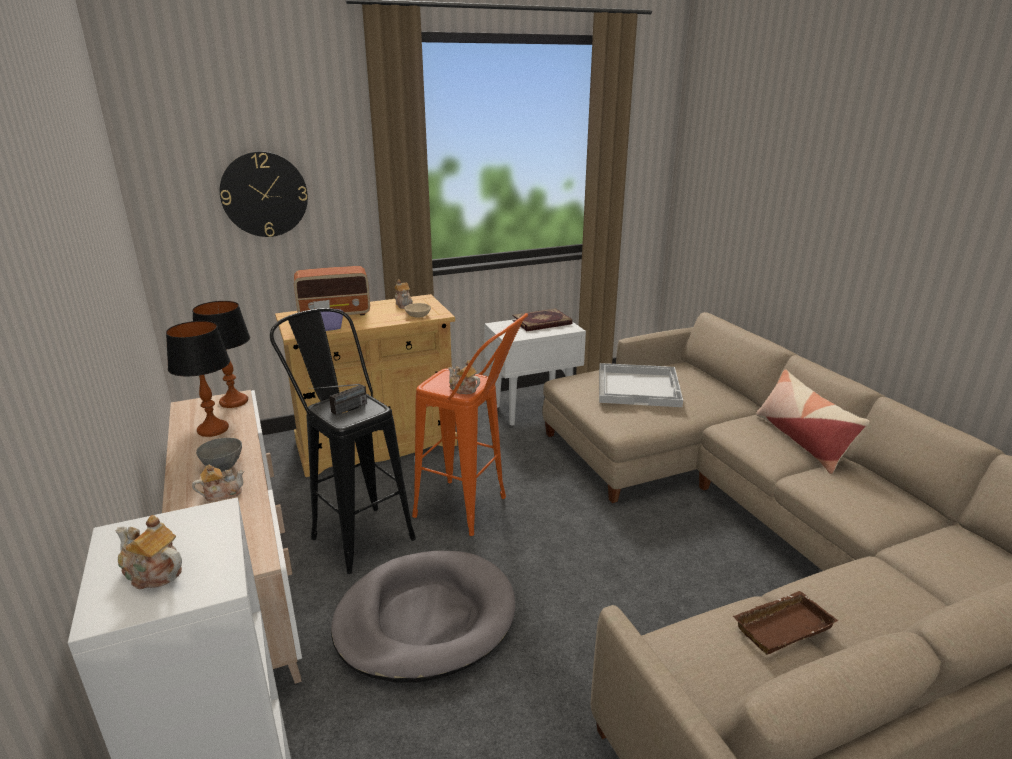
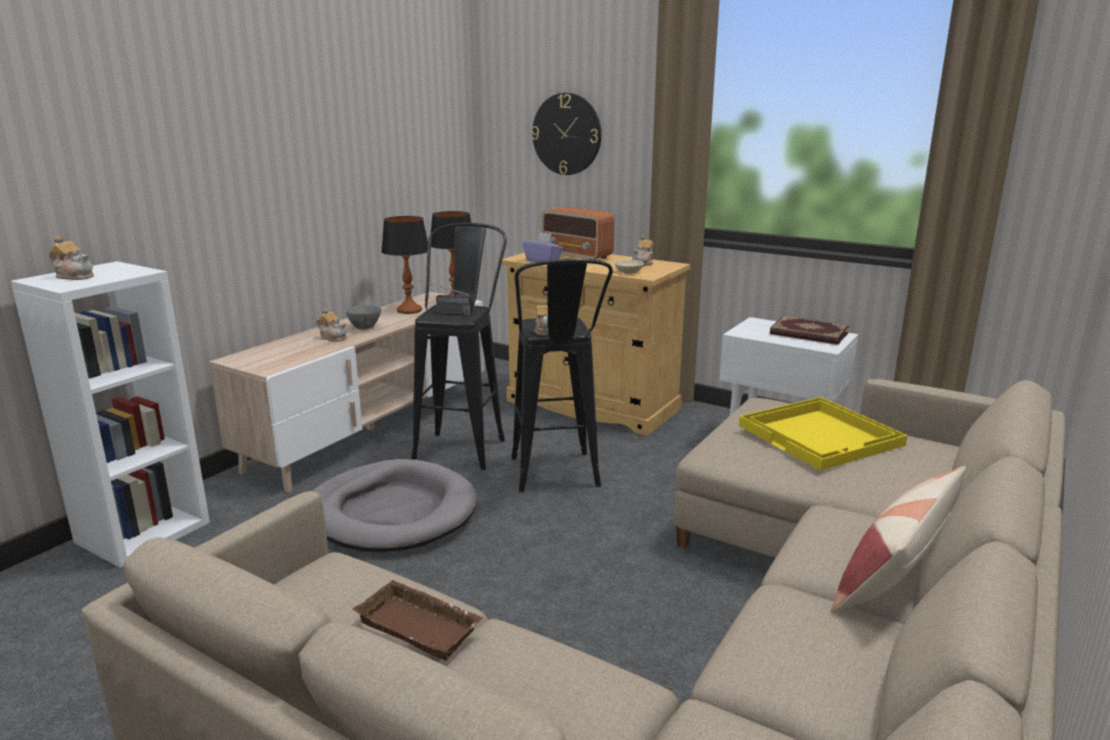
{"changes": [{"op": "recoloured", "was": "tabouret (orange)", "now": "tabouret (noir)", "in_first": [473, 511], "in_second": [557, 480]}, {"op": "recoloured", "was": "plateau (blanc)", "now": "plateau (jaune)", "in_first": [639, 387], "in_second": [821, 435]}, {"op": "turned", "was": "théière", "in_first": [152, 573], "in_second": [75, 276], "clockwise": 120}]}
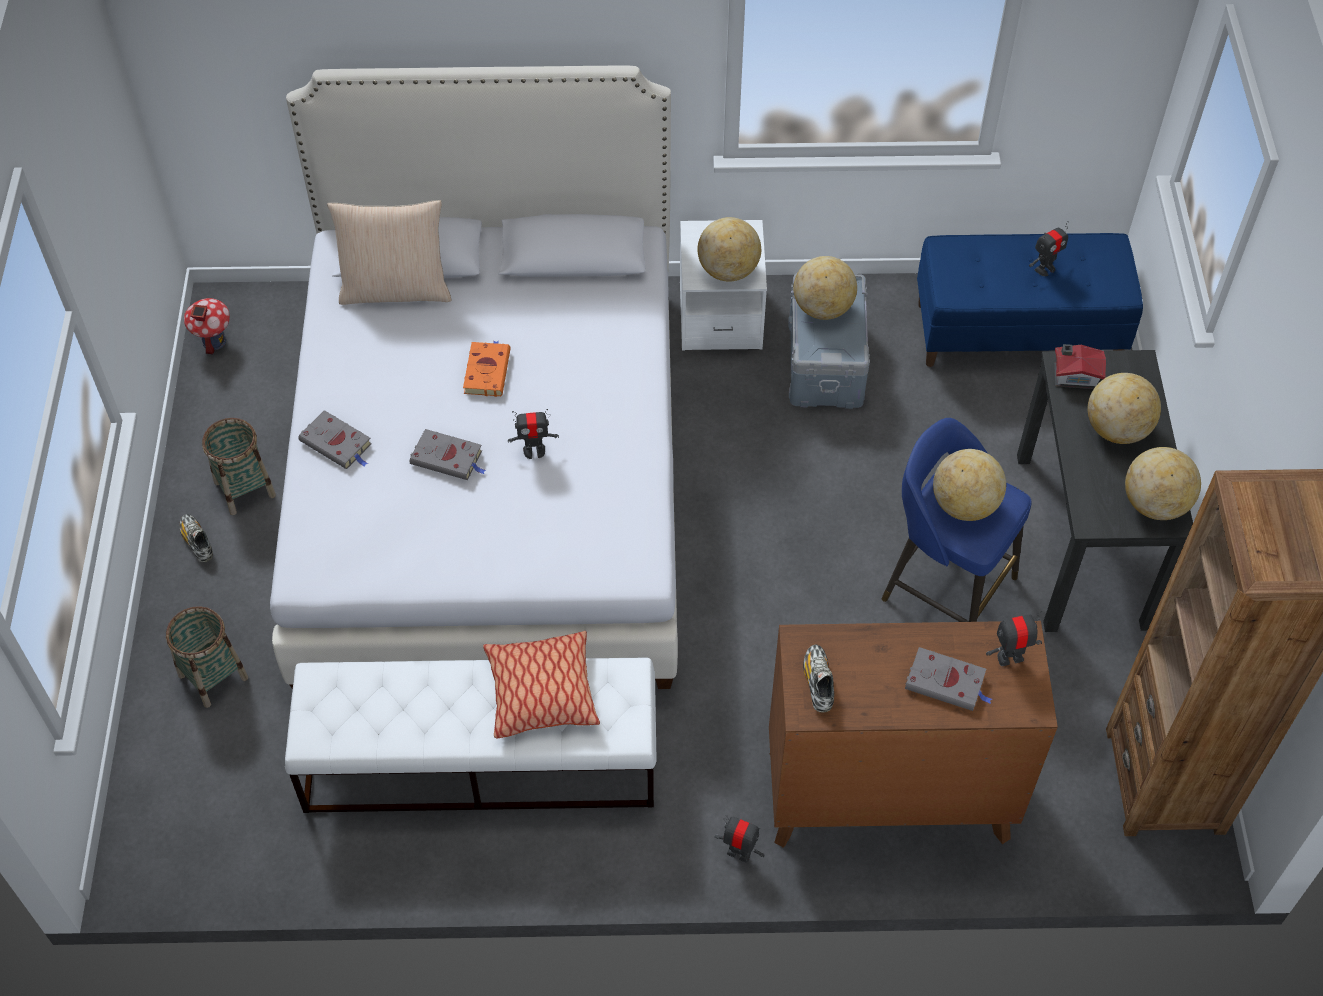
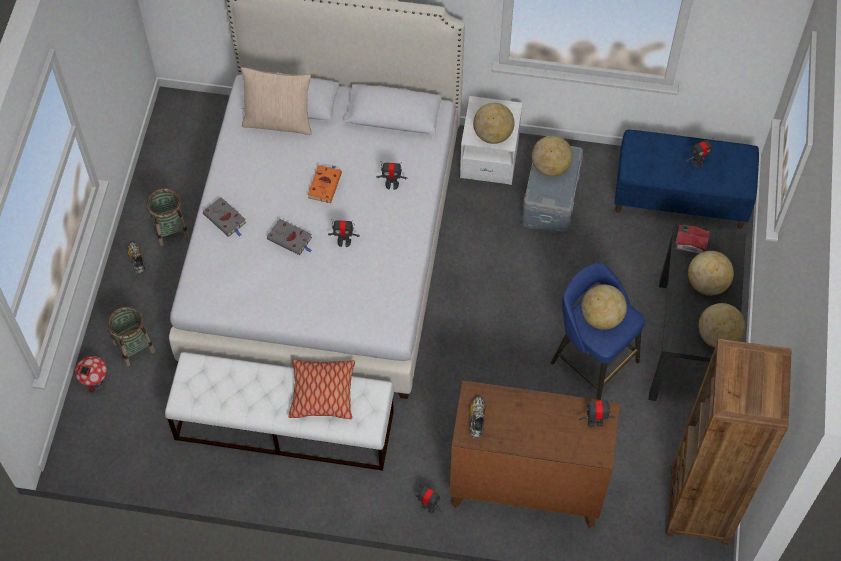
{"changes": [{"op": "moved", "was": "maison miniature", "in_first": [214, 341], "in_second": [95, 382]}, {"op": "removed", "was": "livre (gris)", "in_first": [947, 683]}, {"op": "added", "now": "robot jouet", "in_second": [392, 184]}]}
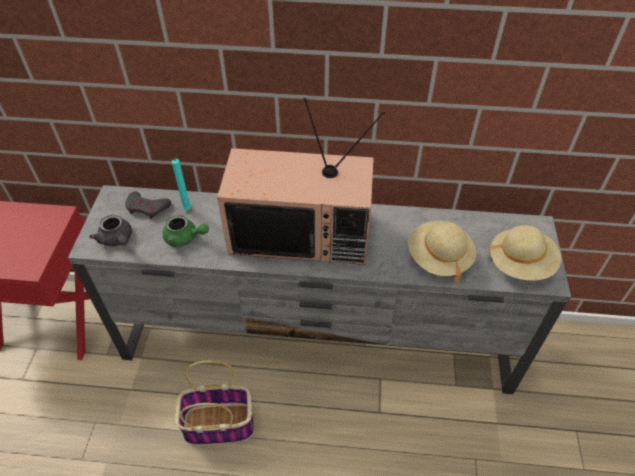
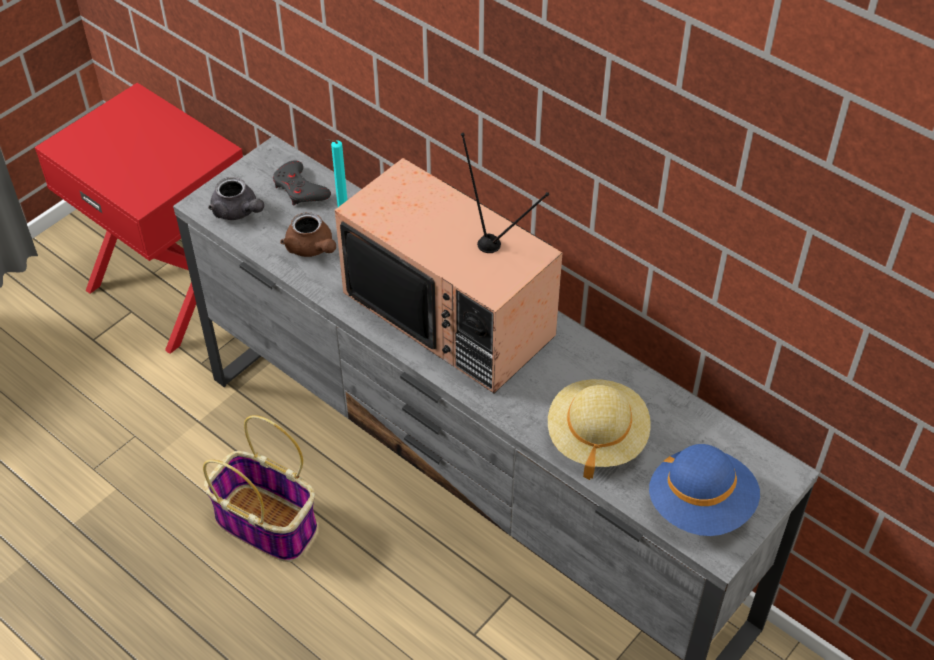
{"changes": [{"op": "turned", "was": "théière (gris)", "in_first": [117, 240], "in_second": [238, 212], "clockwise": -45}, {"op": "recoloured", "was": "théière (vert)", "now": "théière (marron)", "in_first": [185, 238], "in_second": [312, 248]}, {"op": "recoloured", "was": "chapeau (beige)", "now": "chapeau (bleu)", "in_first": [520, 264], "in_second": [700, 505]}]}
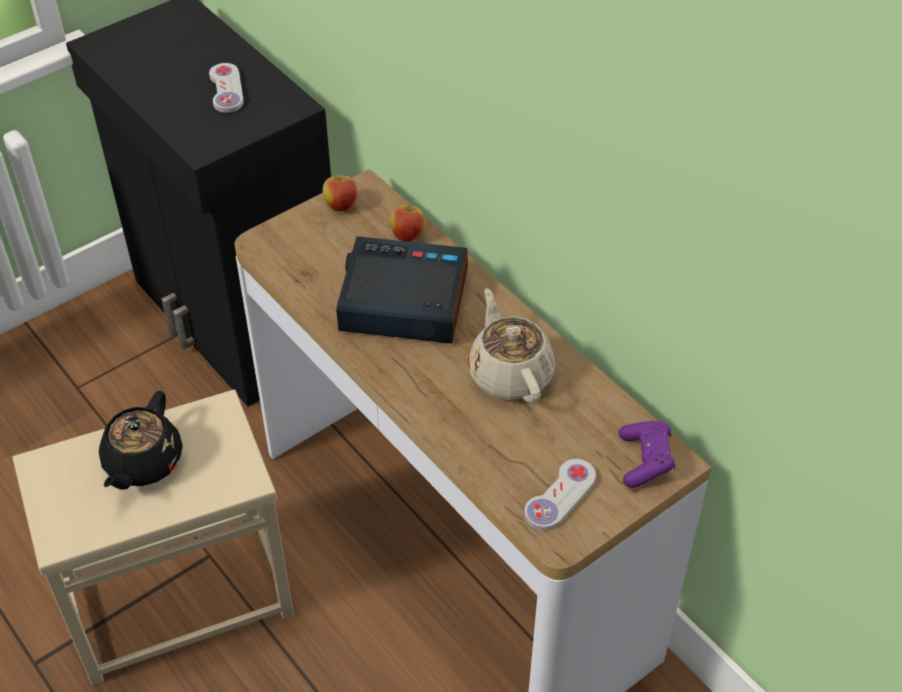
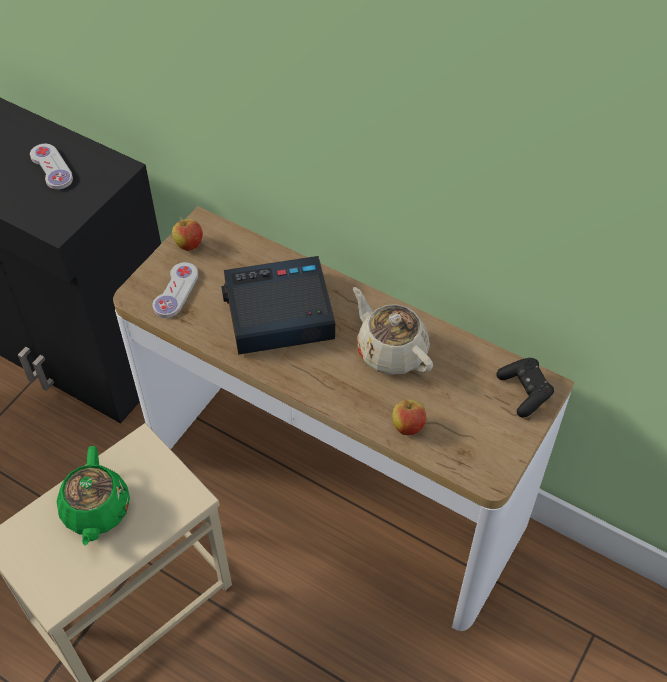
{"changes": [{"op": "moved", "was": "pomme", "in_first": [408, 236], "in_second": [408, 426]}, {"op": "recoloured", "was": "théière (noir)", "now": "théière (vert)", "in_first": [143, 463], "in_second": [96, 511]}, {"op": "recoloured", "was": "manette (violet)", "now": "manette (noir)", "in_first": [645, 461], "in_second": [524, 392]}, {"op": "moved", "was": "manette (blanc)", "in_first": [560, 496], "in_second": [176, 291]}]}
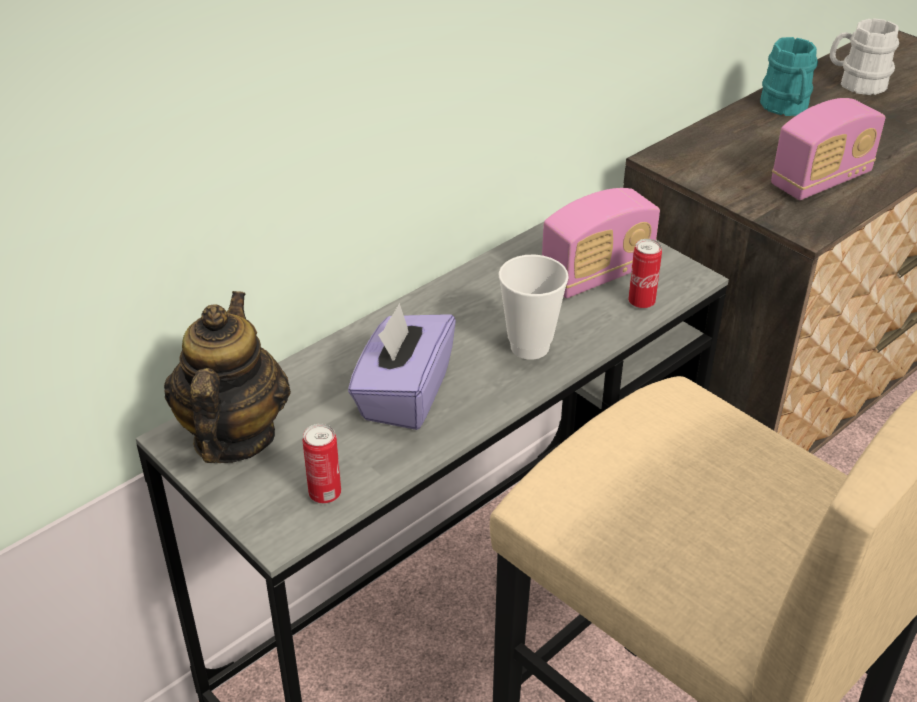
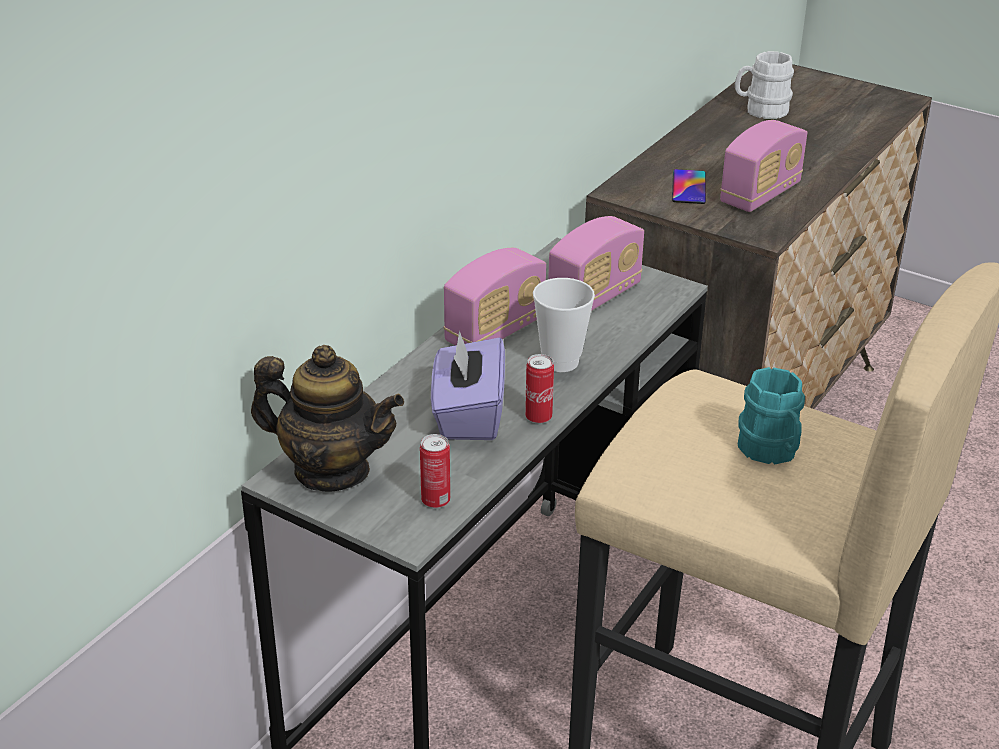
{"changes": [{"op": "moved", "was": "mug (turquoise)", "in_first": [786, 108], "in_second": [771, 452]}, {"op": "moved", "was": "boîte métallique", "in_first": [641, 302], "in_second": [538, 417]}, {"op": "turned", "was": "théière", "in_first": [233, 437], "in_second": [331, 470], "clockwise": 120}, {"op": "added", "now": "téléphone", "in_second": [689, 187]}, {"op": "added", "now": "radio", "in_second": [495, 331]}]}
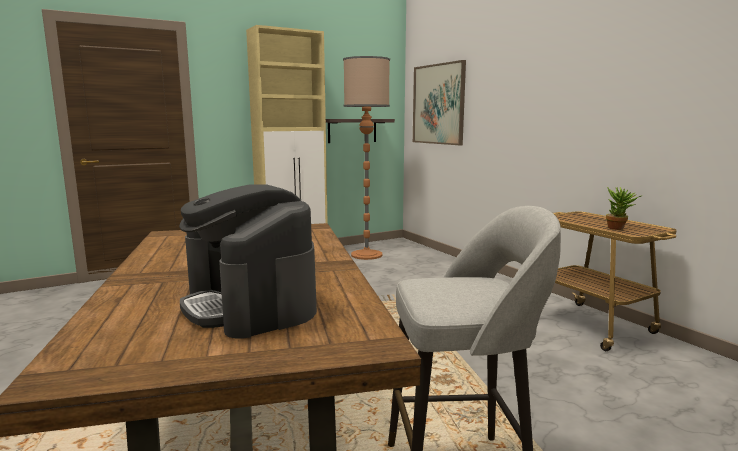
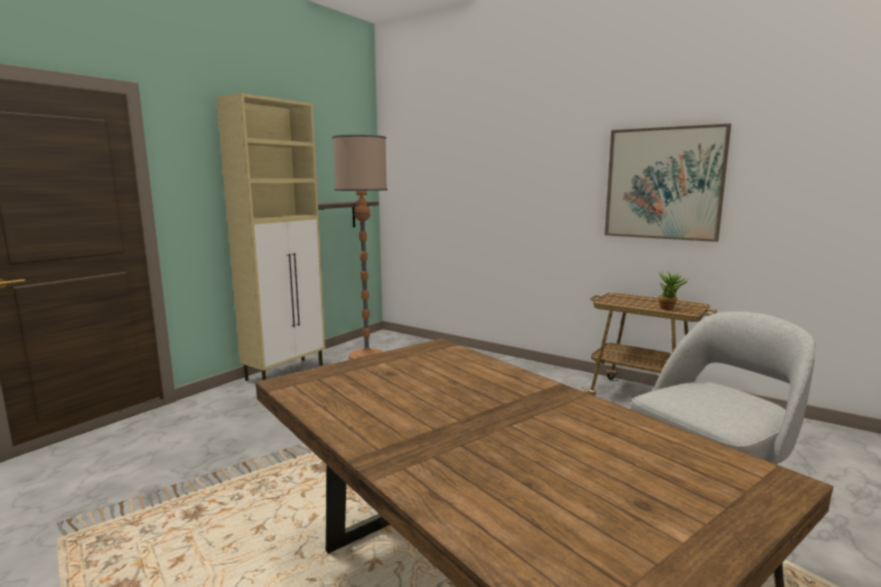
{"changes": [{"op": "moved", "was": "tableau", "in_first": [438, 104], "in_second": [663, 183]}, {"op": "removed", "was": "machine à café", "in_first": [250, 305]}]}
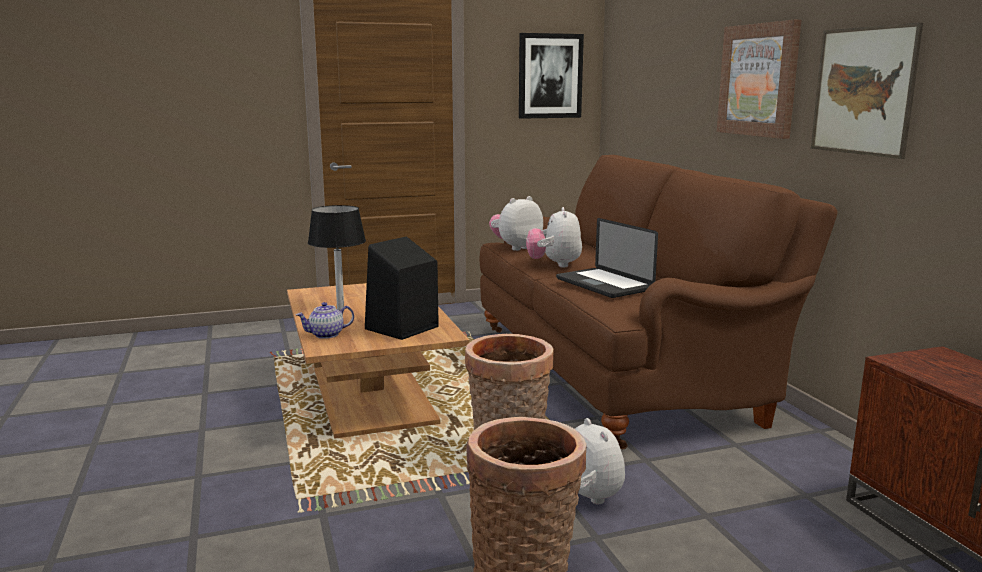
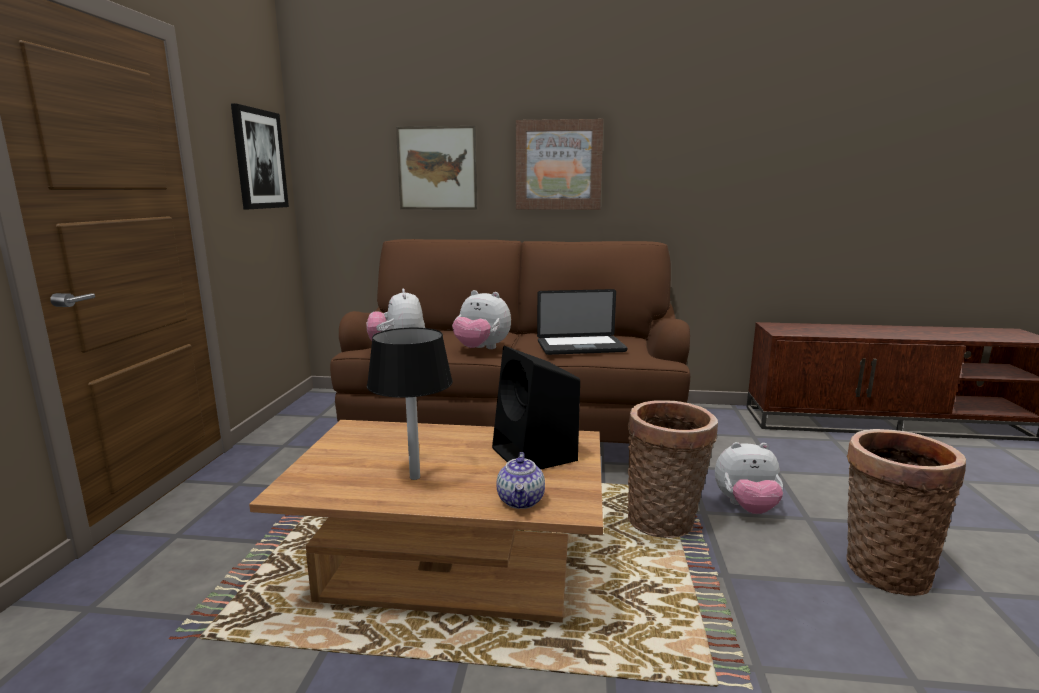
{"changes": [{"op": "moved", "was": "tableau", "in_first": [863, 91], "in_second": [437, 168]}]}
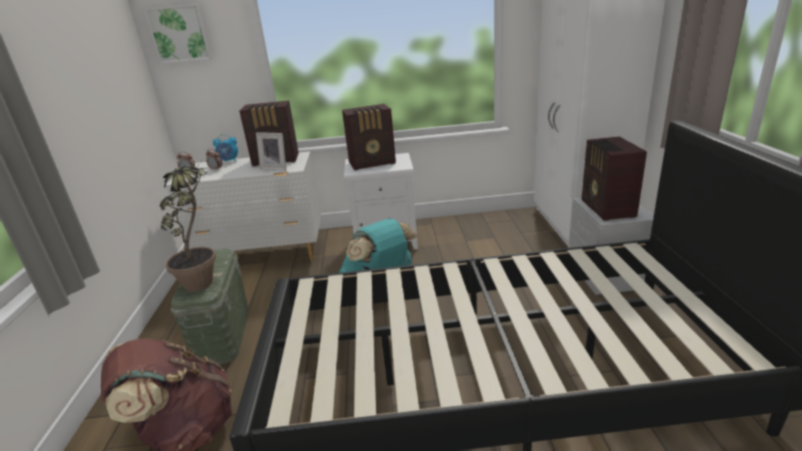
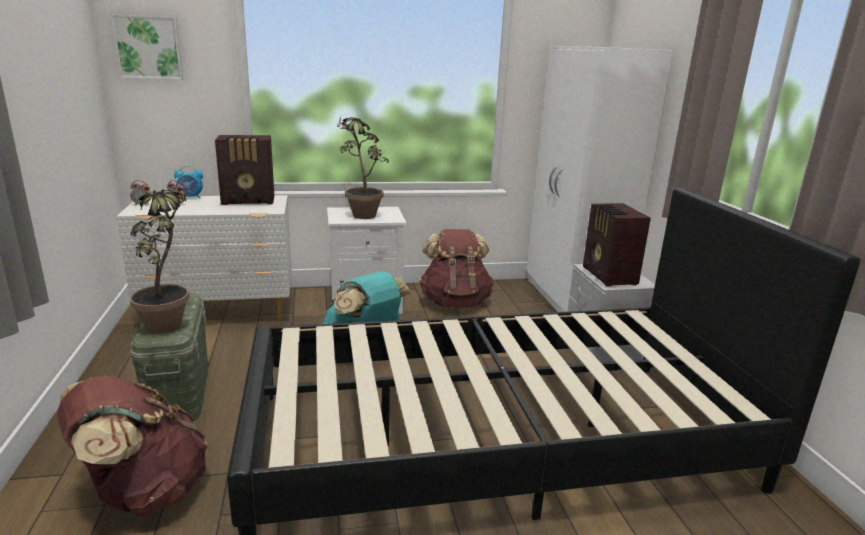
{"changes": [{"op": "replaced", "was": "radio", "now": "plante en pot", "in_first": [373, 163], "in_second": [360, 213]}, {"op": "removed", "was": "cadre photo", "in_first": [276, 168]}, {"op": "added", "now": "sac à dos (marron)", "in_second": [455, 302]}]}
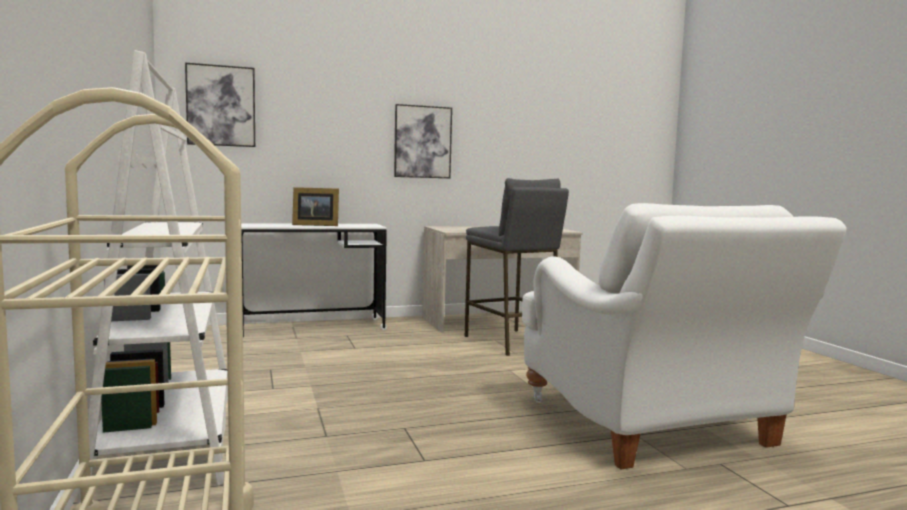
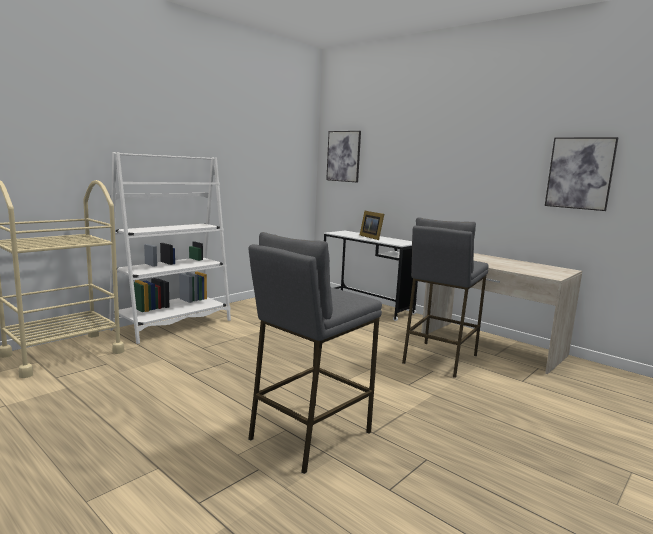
{"changes": [{"op": "moved", "was": "tableau", "in_first": [422, 142], "in_second": [580, 173]}, {"op": "replaced", "was": "fauteuil (blanc)", "now": "tabouret (gris)", "in_first": [652, 427], "in_second": [309, 435]}]}
